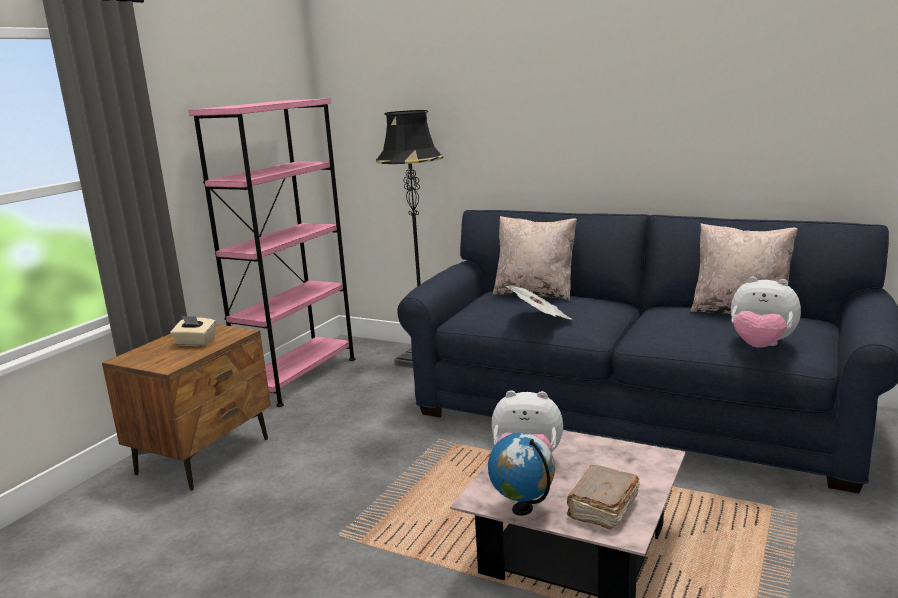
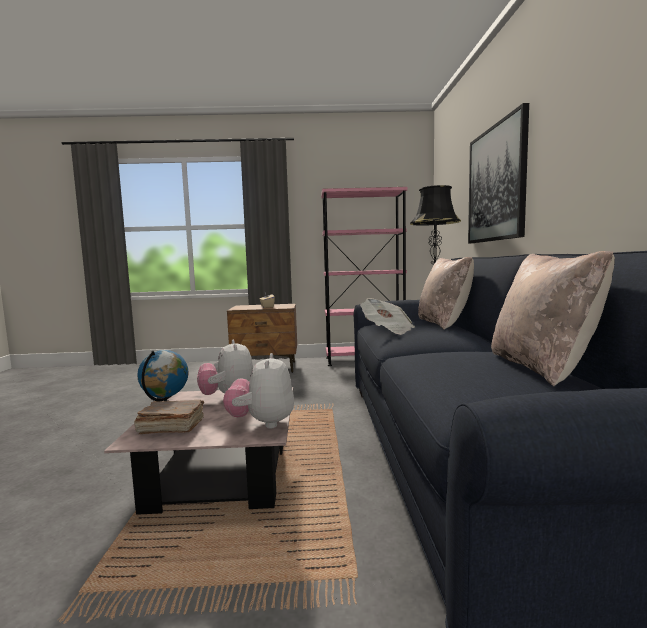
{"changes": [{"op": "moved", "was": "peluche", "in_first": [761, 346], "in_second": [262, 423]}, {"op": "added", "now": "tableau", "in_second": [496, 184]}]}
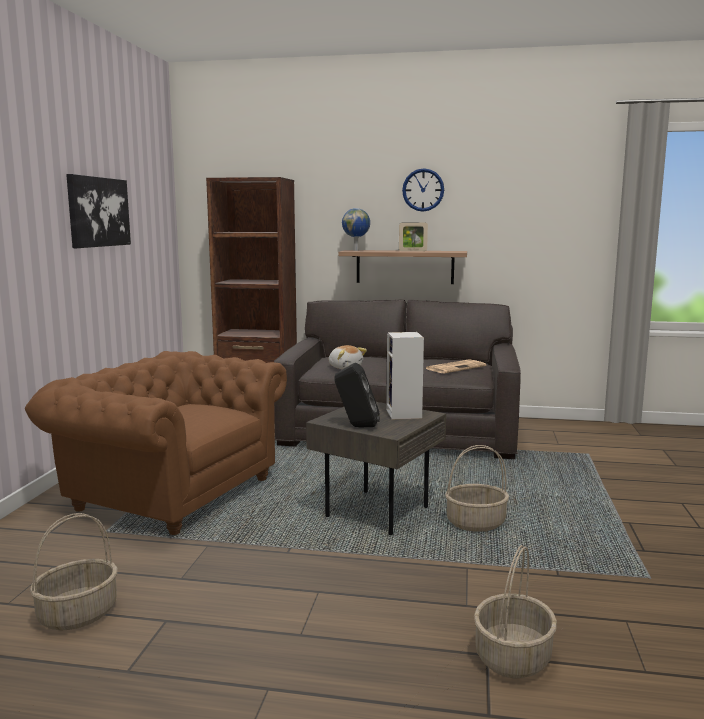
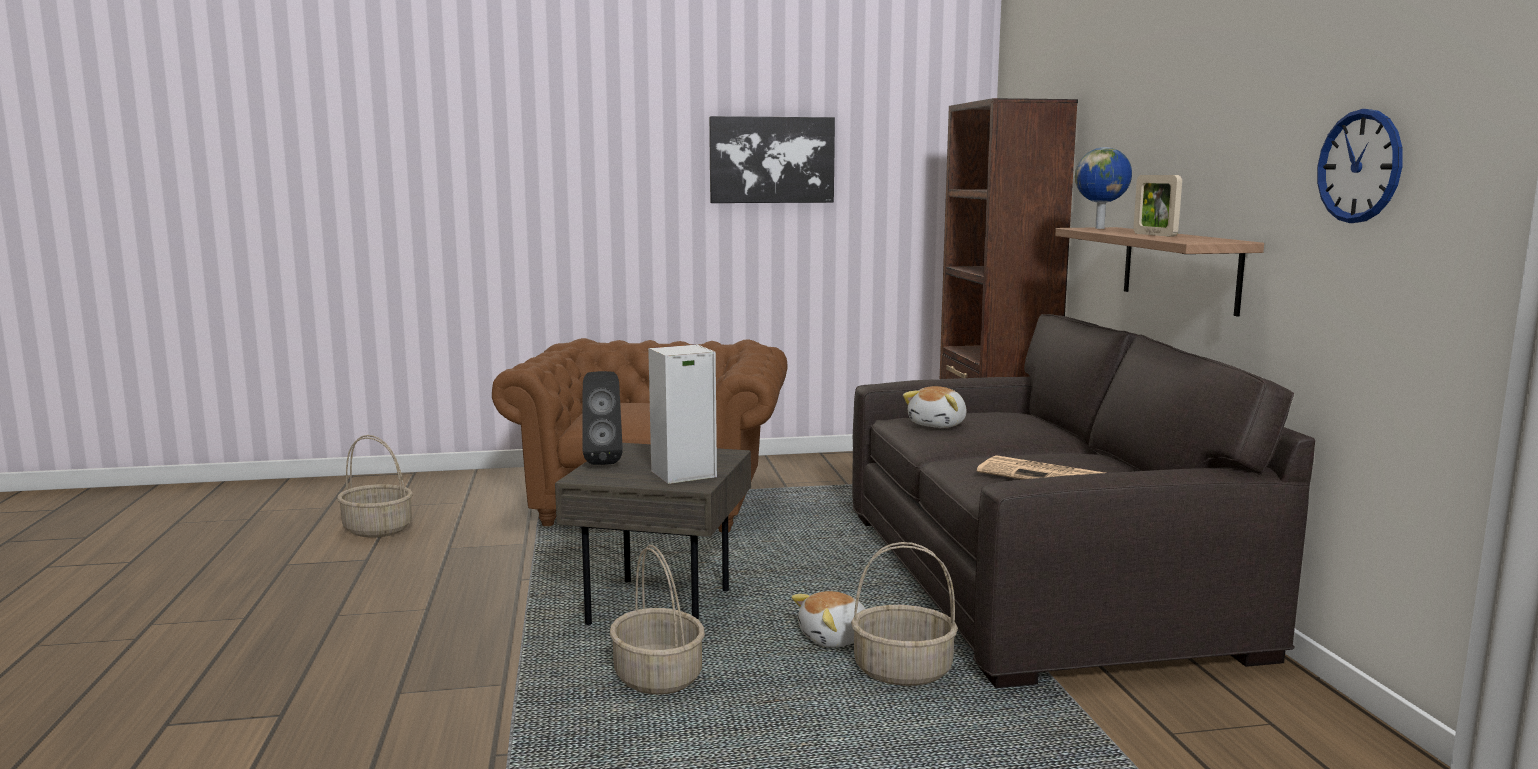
{"changes": [{"op": "moved", "was": "horloge murale", "in_first": [423, 190], "in_second": [1359, 166]}, {"op": "moved", "was": "panier", "in_first": [512, 657], "in_second": [903, 671]}, {"op": "added", "now": "peluche", "in_second": [835, 639]}]}
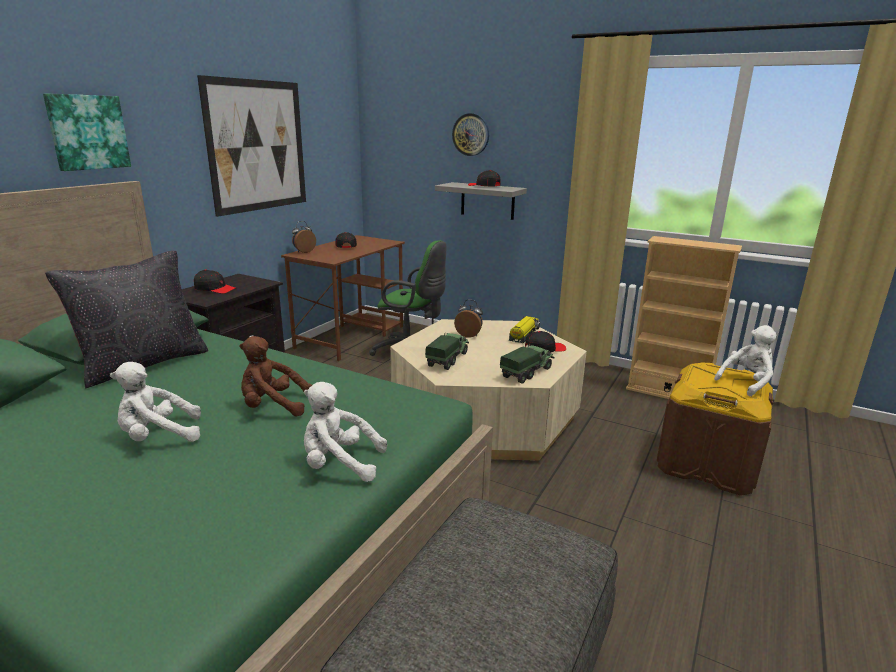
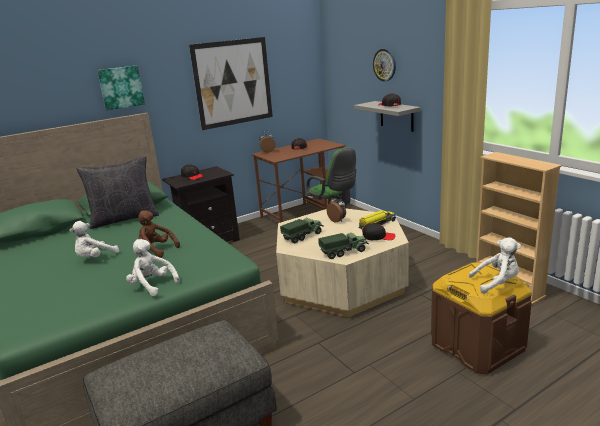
{"changes": [{"op": "turned", "was": "peluche (blanc)", "in_first": [158, 436], "in_second": [95, 258], "clockwise": -60}]}
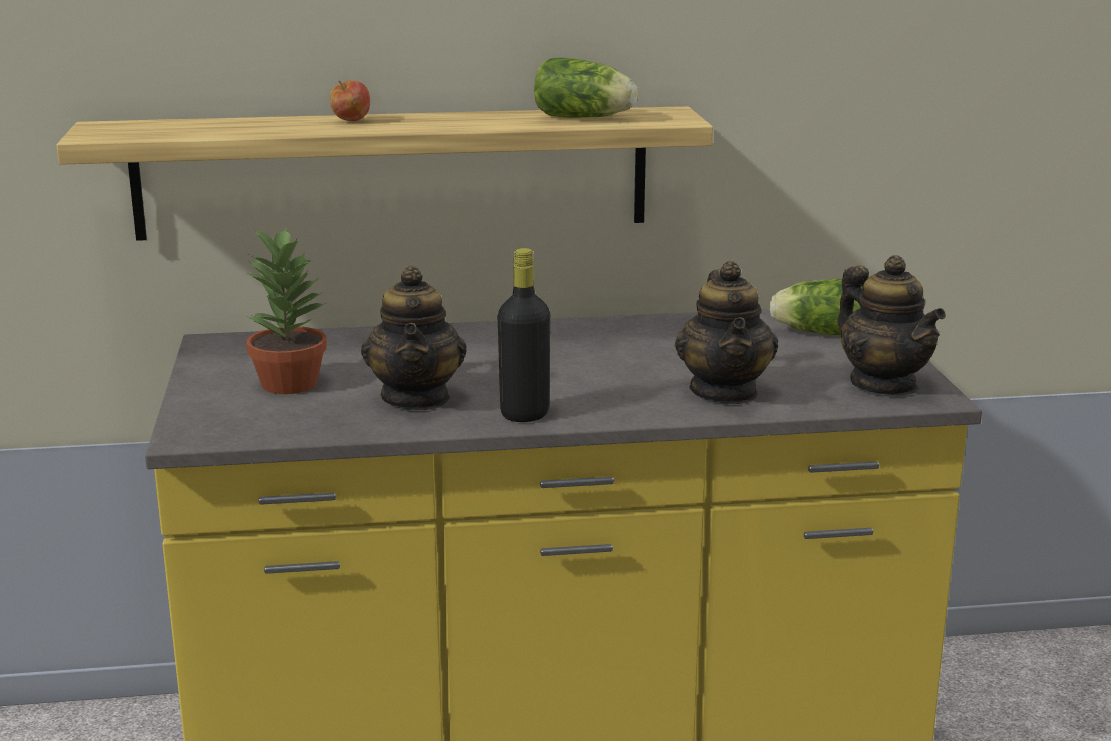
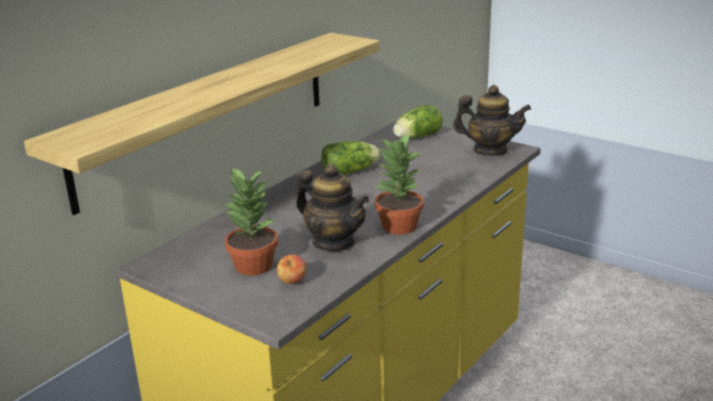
{"changes": [{"op": "moved", "was": "laitue", "in_first": [586, 118], "in_second": [352, 171]}, {"op": "moved", "was": "pomme", "in_first": [351, 121], "in_second": [292, 282]}, {"op": "replaced", "was": "bouteille (noir)", "now": "plante en pot", "in_first": [524, 414], "in_second": [398, 226]}, {"op": "removed", "was": "théière", "in_first": [725, 392]}]}
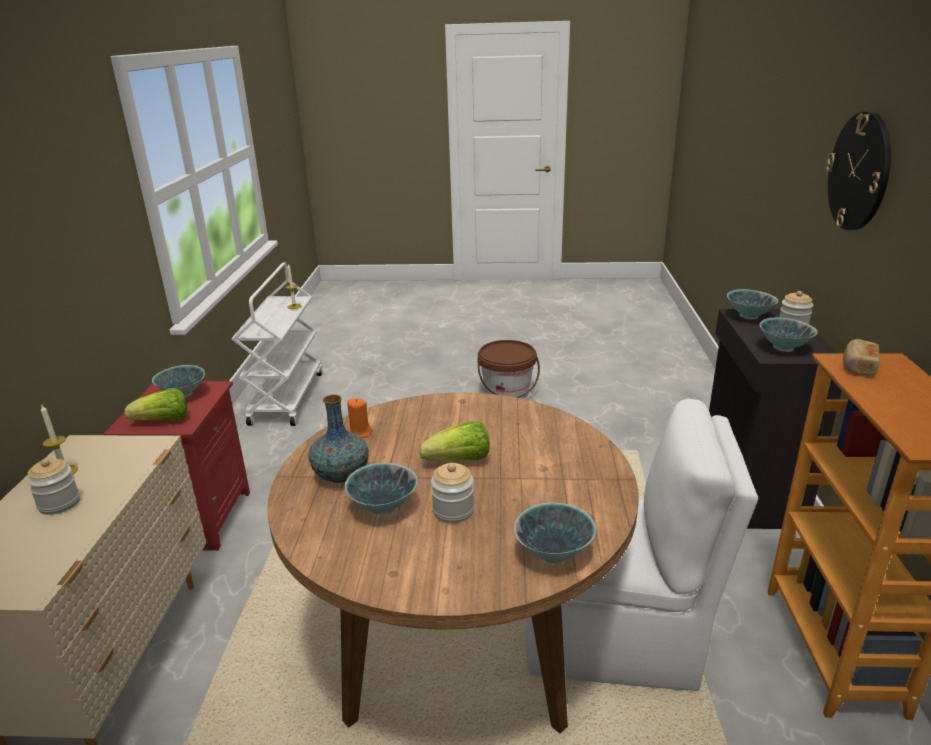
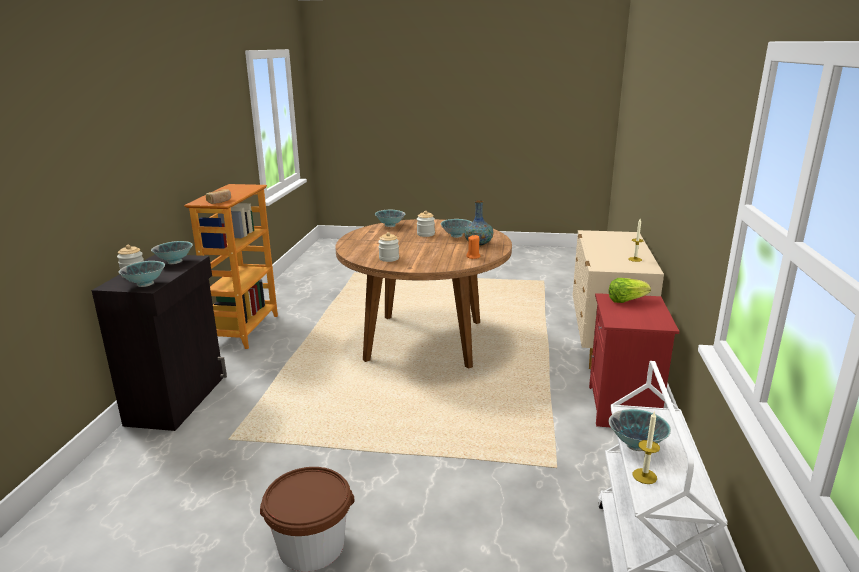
{"changes": [{"op": "removed", "was": "horloge murale", "in_first": [859, 172]}, {"op": "moved", "was": "bol", "in_first": [182, 394], "in_second": [637, 445]}, {"op": "removed", "was": "chaise (blanc)", "in_first": [615, 635]}, {"op": "removed", "was": "laitue", "in_first": [459, 461]}, {"op": "moved", "was": "bocal", "in_first": [59, 503], "in_second": [389, 258]}]}
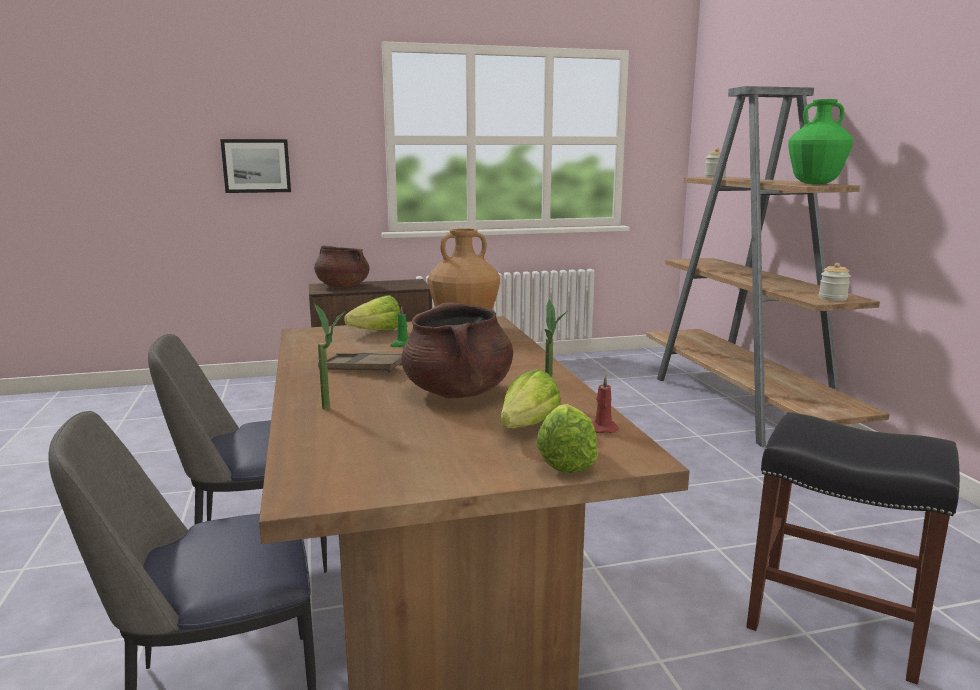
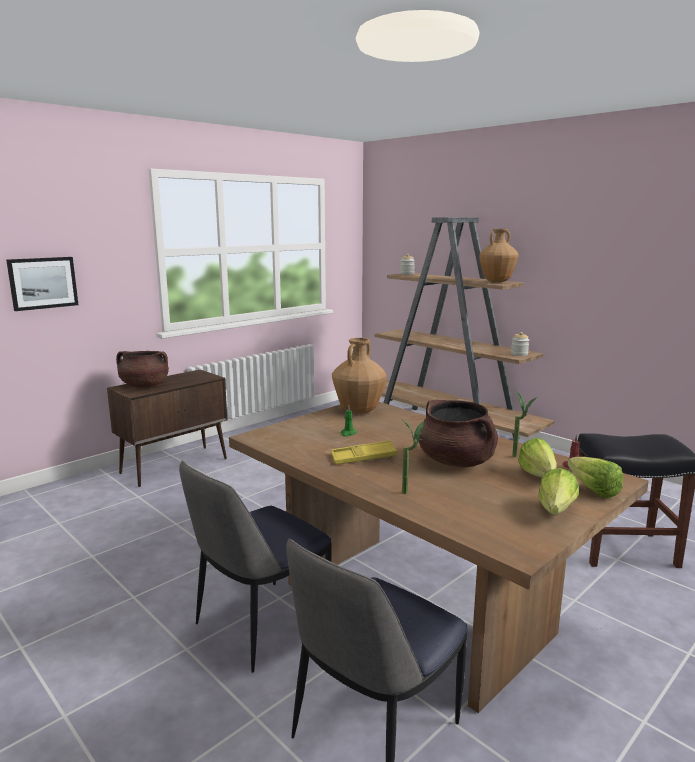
{"changes": [{"op": "recoloured", "was": "vase (vert)", "now": "vase (marron)", "in_first": [814, 183], "in_second": [496, 281]}, {"op": "moved", "was": "laitue", "in_first": [371, 332], "in_second": [554, 513]}, {"op": "recoloured", "was": "plateau (marron)", "now": "plateau (jaune)", "in_first": [363, 368], "in_second": [363, 457]}]}
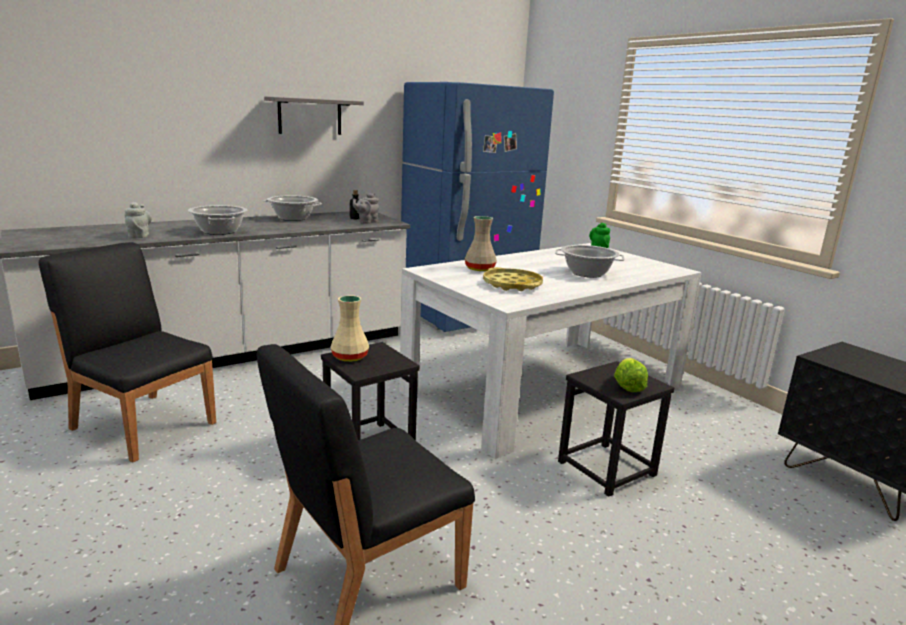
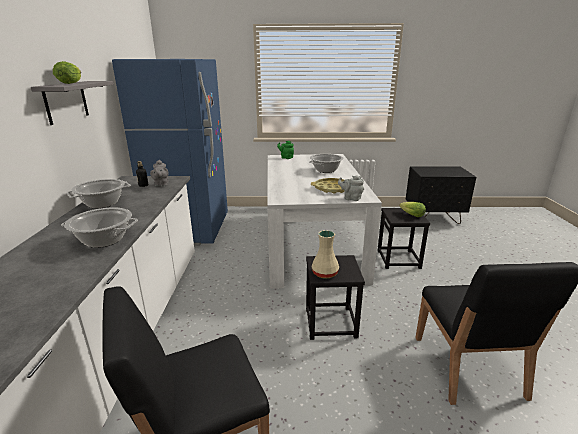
{"changes": [{"op": "moved", "was": "théière (gris)", "in_first": [139, 236], "in_second": [351, 198]}, {"op": "removed", "was": "vase (beige)", "in_first": [479, 269]}, {"op": "added", "now": "laitue", "in_second": [70, 83]}]}
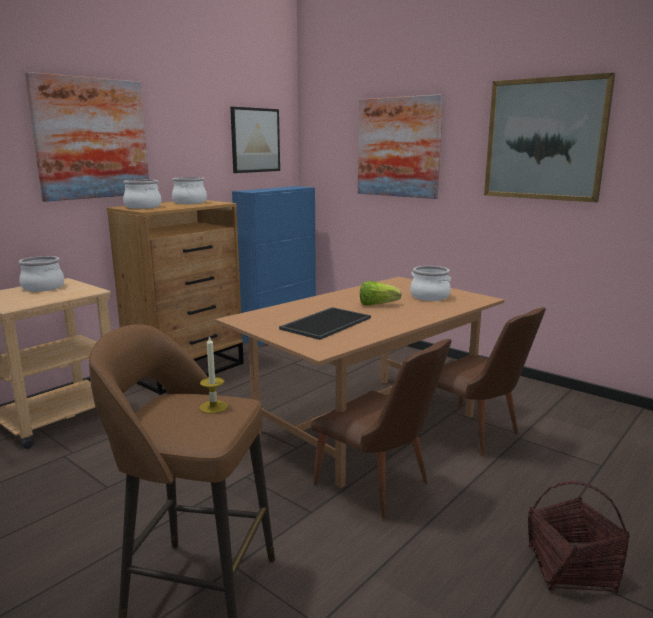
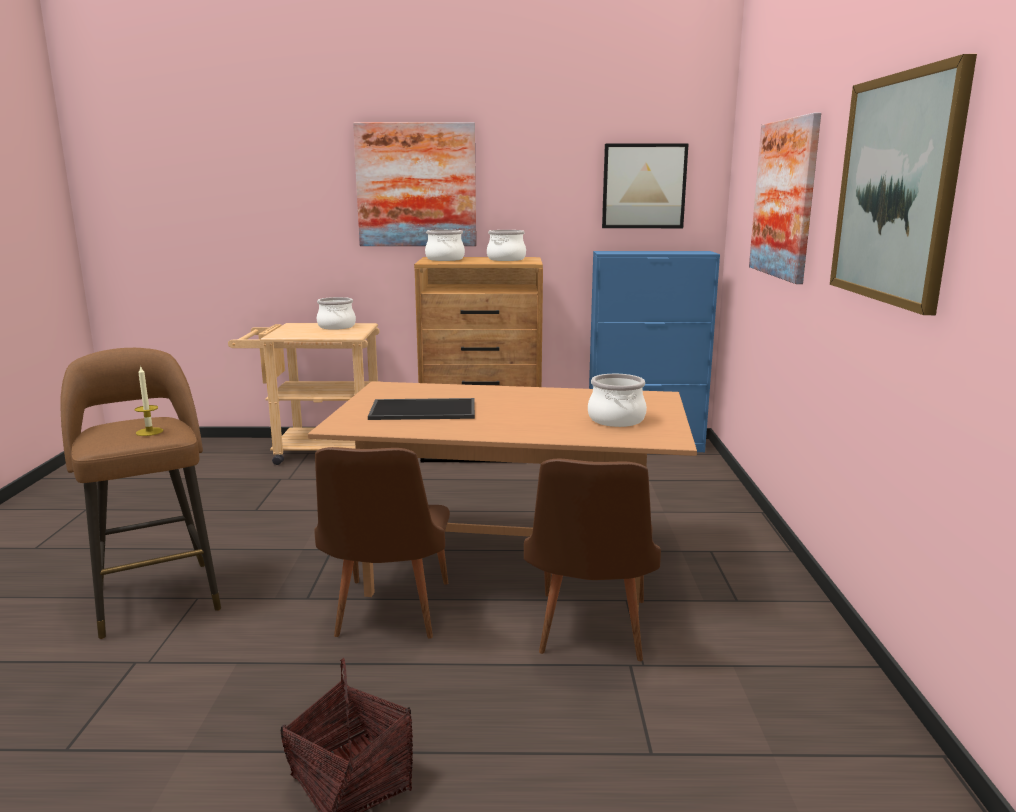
{"changes": [{"op": "removed", "was": "laitue", "in_first": [377, 305]}]}
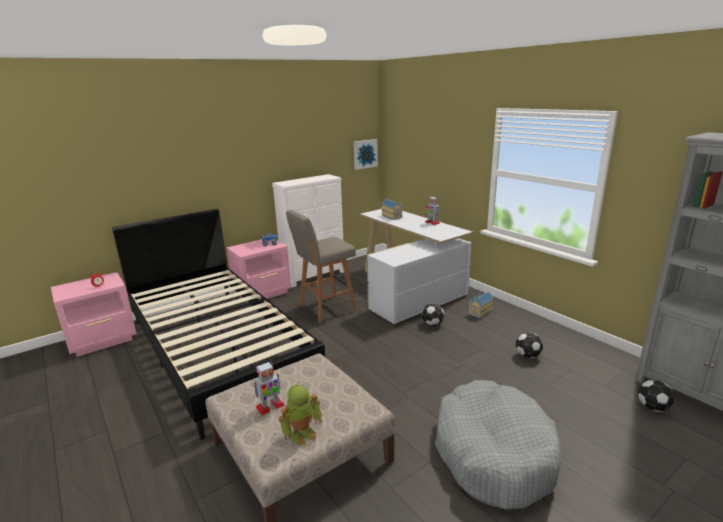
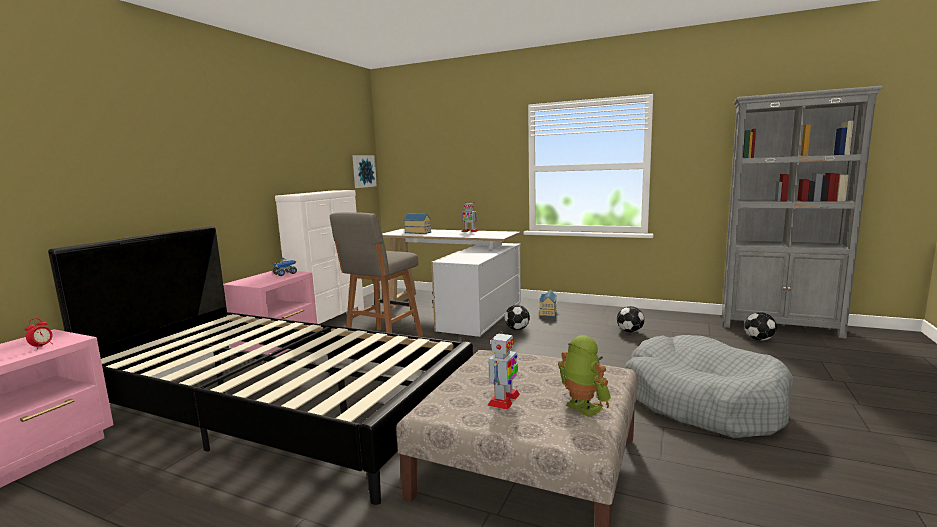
{"changes": [{"op": "turned", "was": "robot jouet", "in_first": [302, 433], "in_second": [581, 408], "clockwise": -60}]}
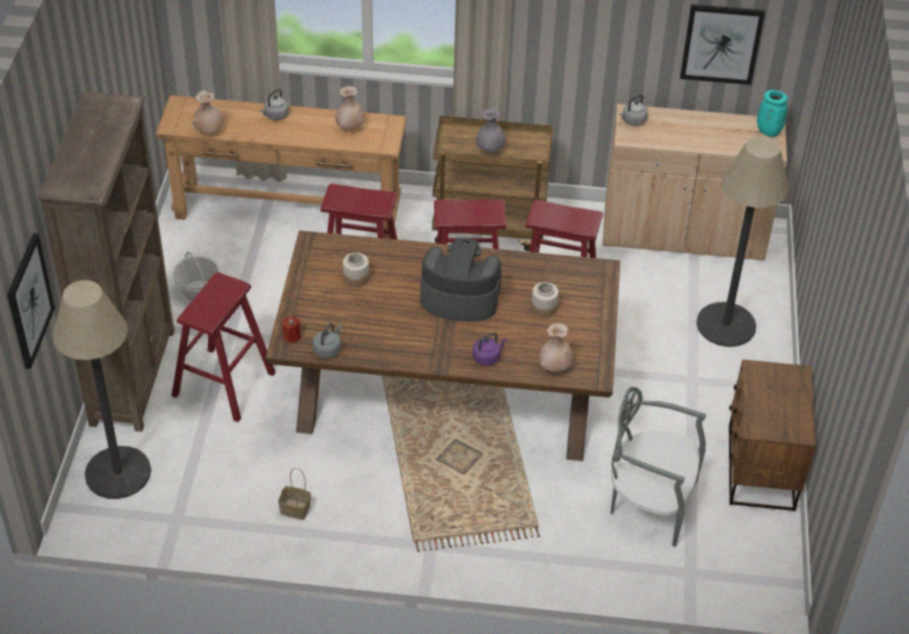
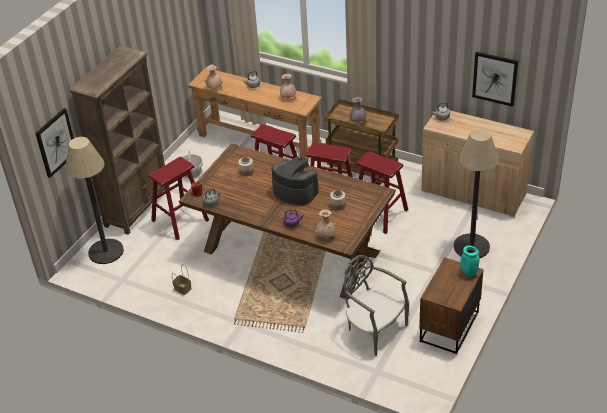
{"changes": [{"op": "moved", "was": "vase (turquoise)", "in_first": [767, 132], "in_second": [468, 272]}]}
